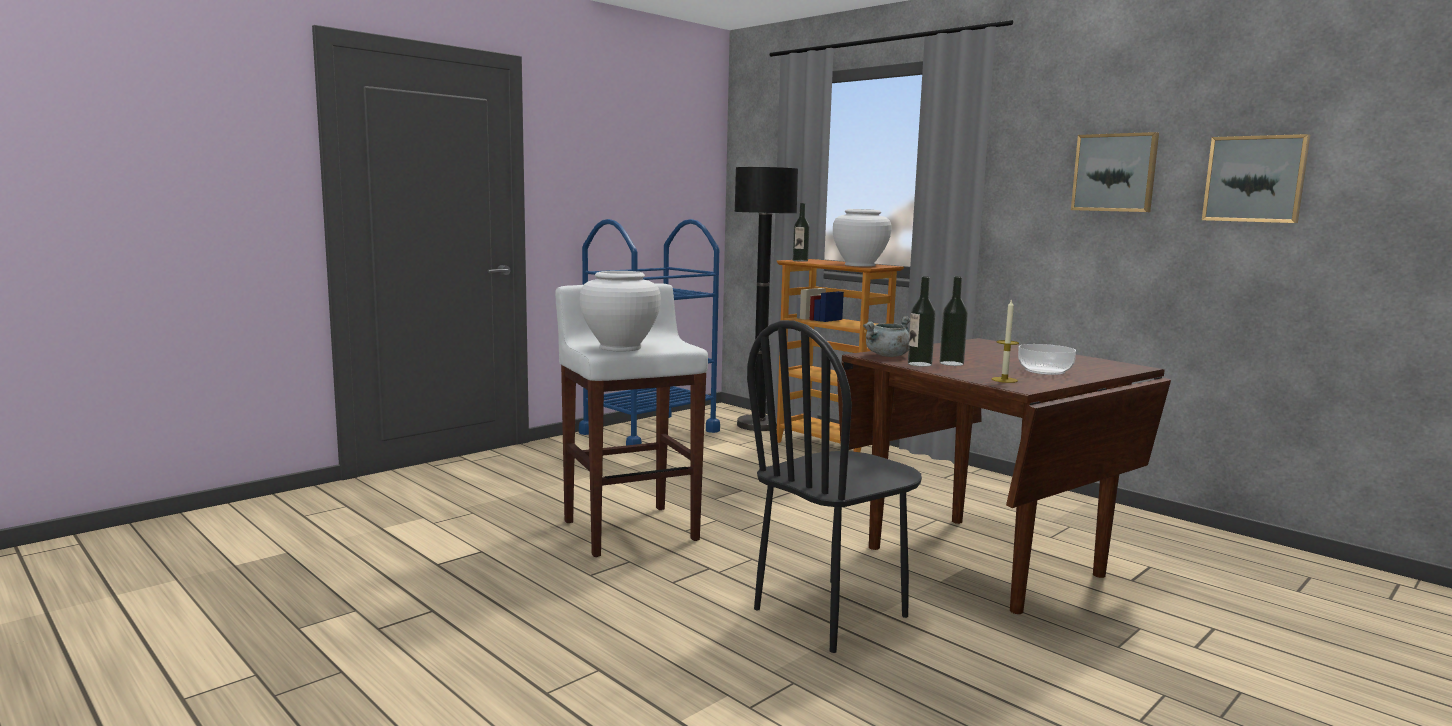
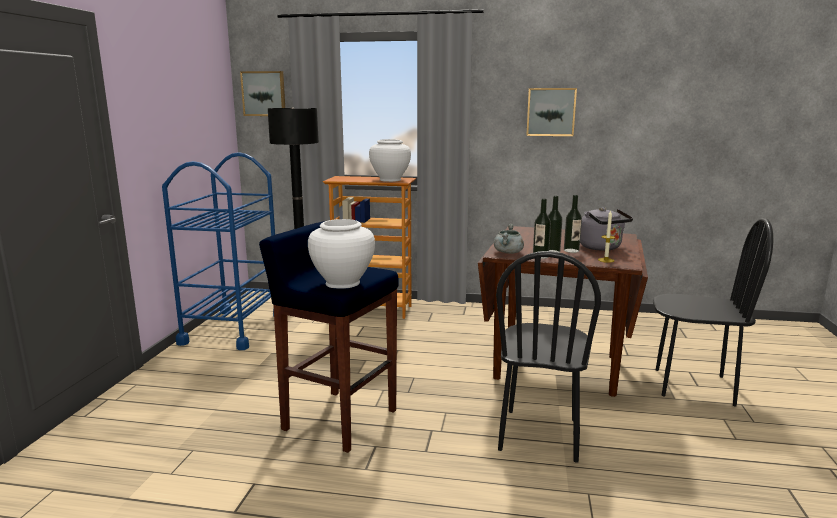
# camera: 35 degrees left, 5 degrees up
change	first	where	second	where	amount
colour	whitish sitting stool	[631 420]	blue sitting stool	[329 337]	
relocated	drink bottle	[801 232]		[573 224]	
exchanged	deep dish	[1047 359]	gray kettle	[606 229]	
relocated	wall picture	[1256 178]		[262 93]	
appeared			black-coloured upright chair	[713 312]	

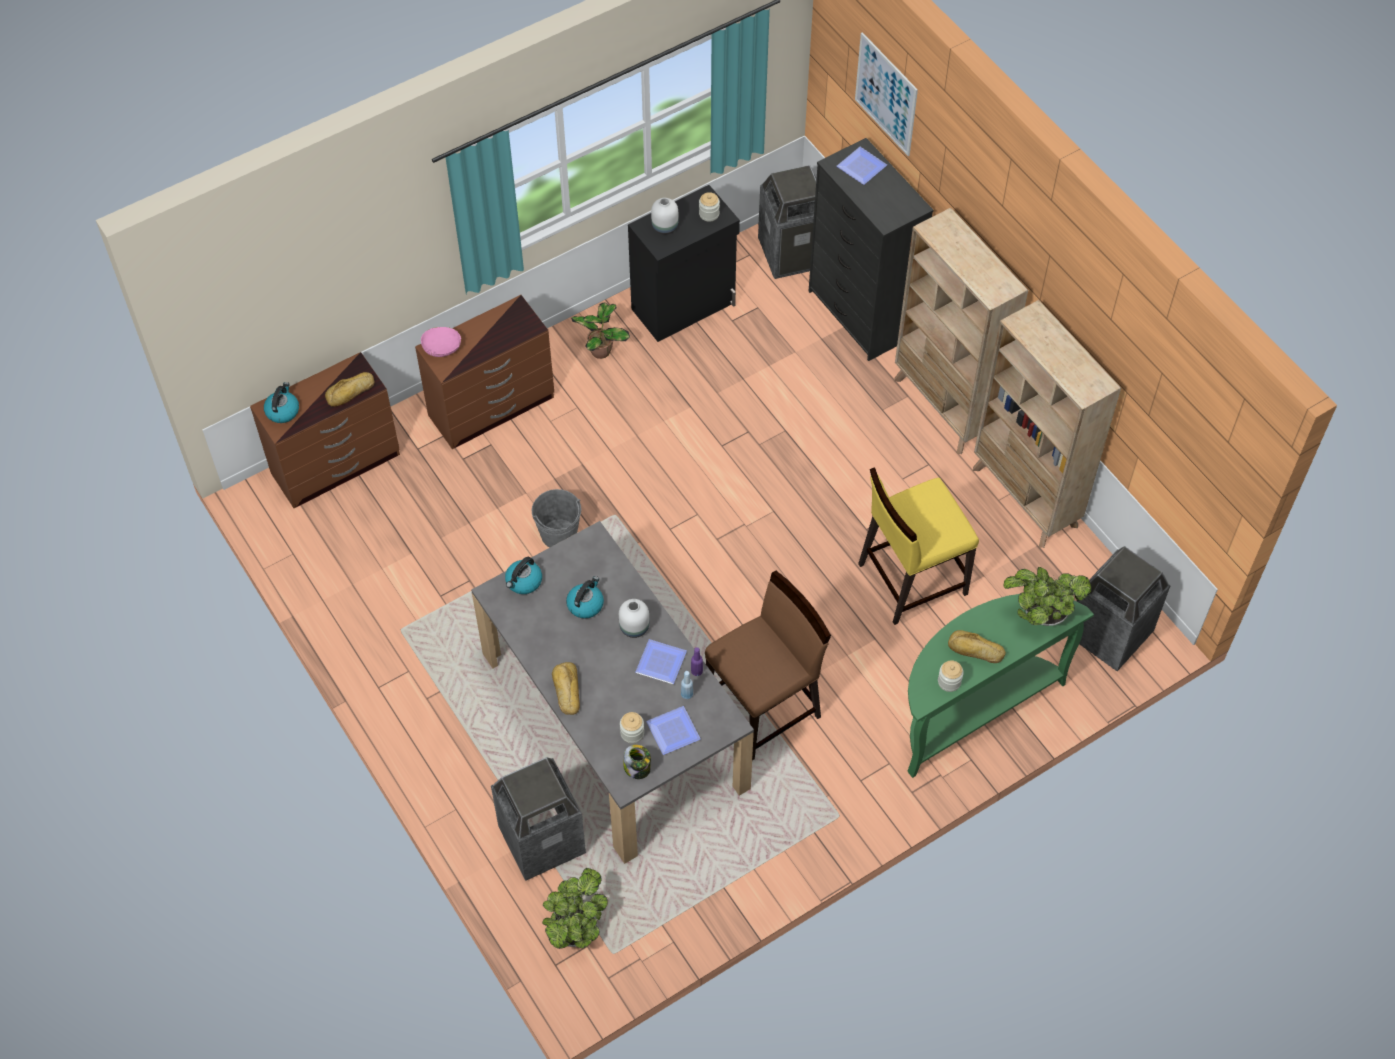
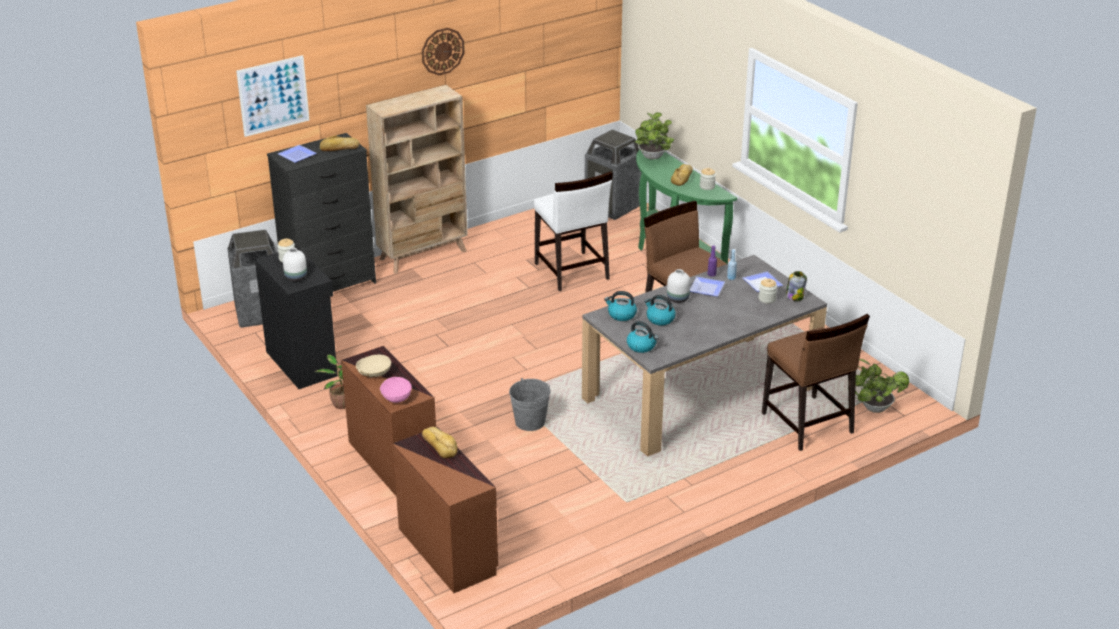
# camera: 90 degrees left, 25 degrees down
change	first	where	second	where	amount
relocated	kettle	[281 402]		[620 306]	
exchanged	rubbish bin	[538 819]	brown-coloured upright chair	[816 382]	
relocated	baked bread	[566 688]		[340 143]	
colour	yellow-coloured upright chair	[918 546]	whitish upright chair	[573 231]	
missing	beige shelving unit	[1047 424]			
appeared			beige deep dish	[373 366]	
appeared			hanging clock	[443 51]	

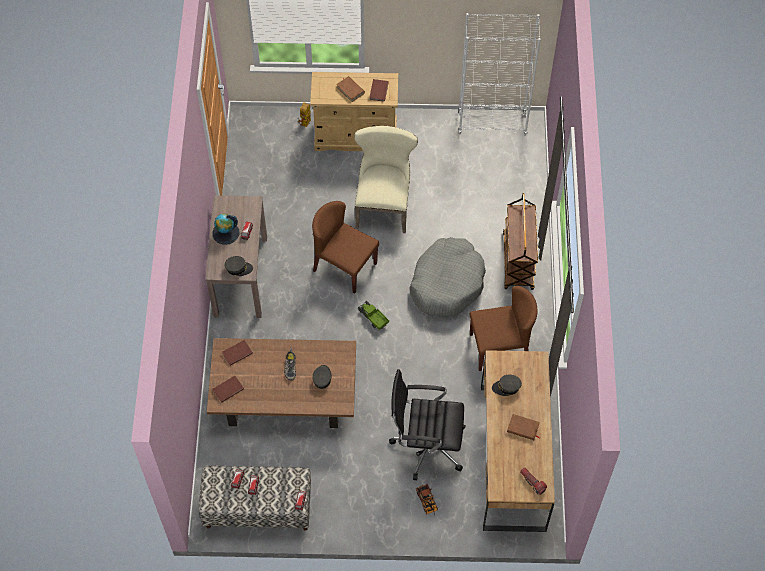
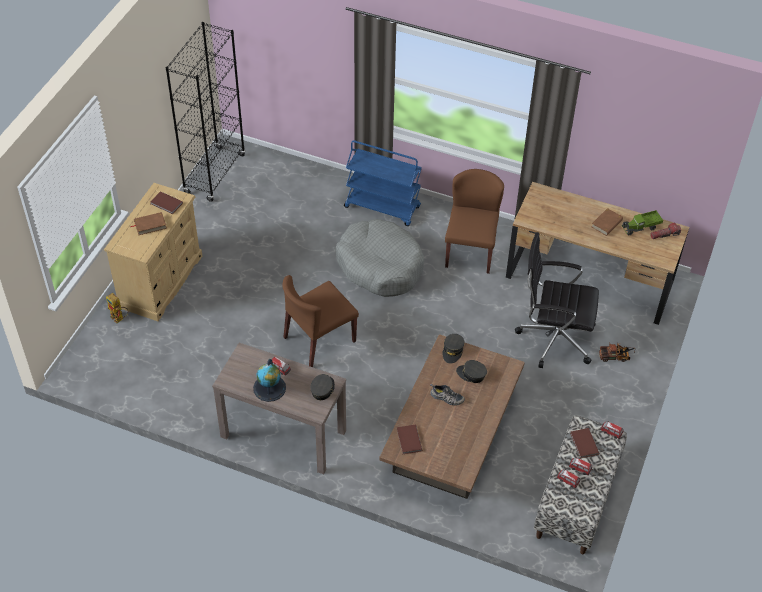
# camera: 70 degrees left, 10 degrees down
change	first	where	second	where	amount
relocated	brown-coloured volume	[228 389]		[585 443]	
missing	beige upright chair	[386 179]			
relocated	toy lorry	[373 315]		[642 222]	
spun	black-coloured computer chair	[427 424]		[557 300]	75 degrees clockwise
colour	whitish shelving unit	[499 74]	black-coloured shelving unit	[206 112]	
relocated	gray baseball cap	[507 385]		[454 349]	
colour	brown-coloured cart	[520 241]	blue cart	[383 183]	

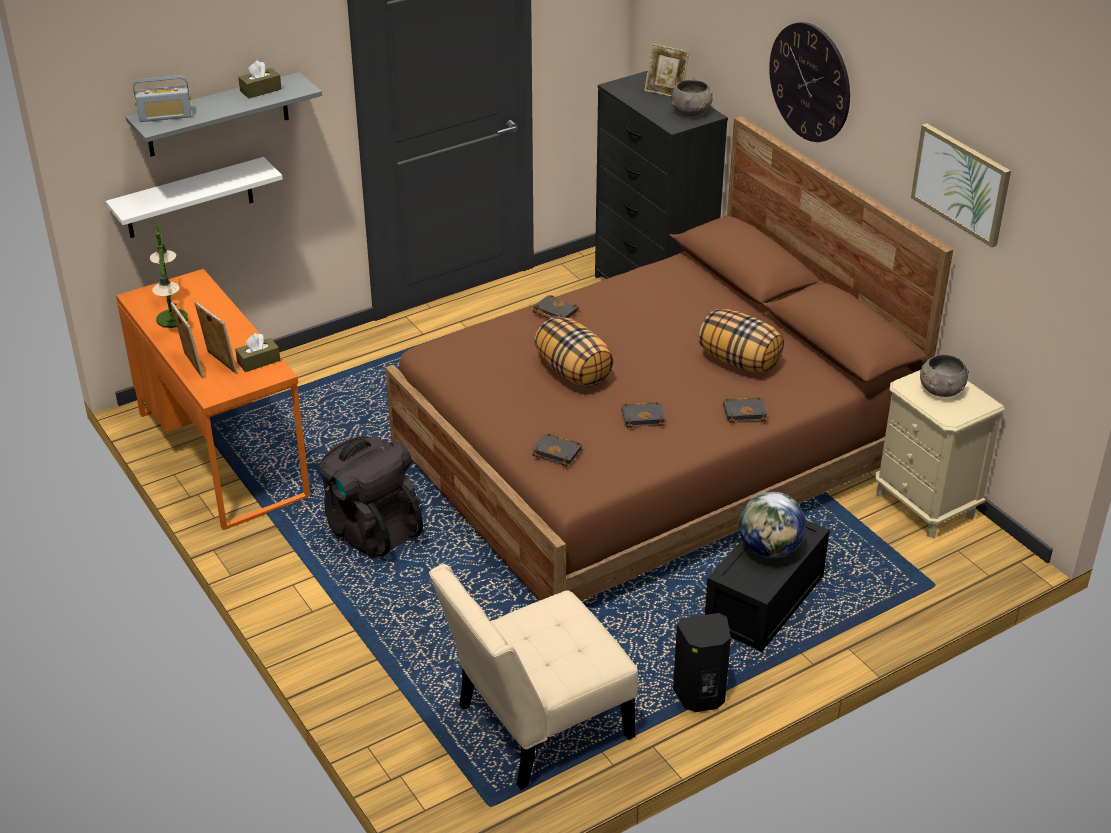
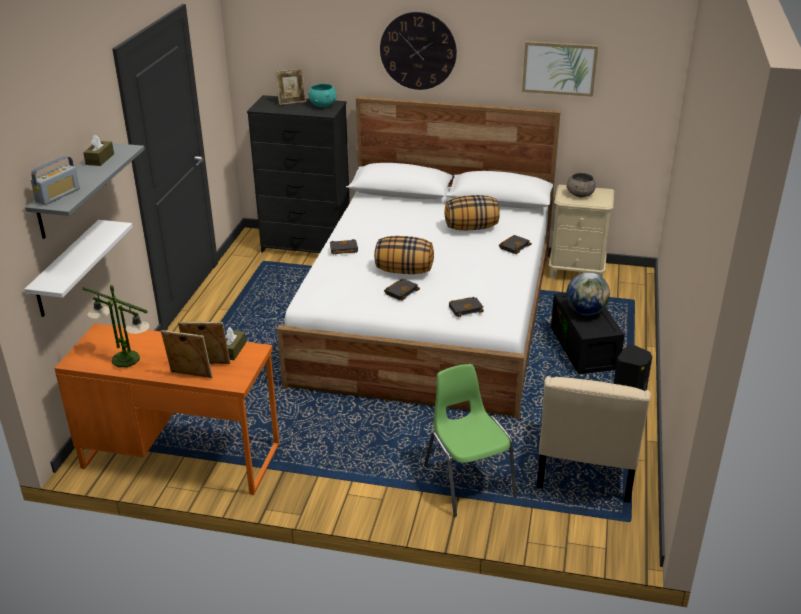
# camera: 45 degrees left, 5 degrees down
change	first	where	second	where	amount
missing	black-coloured rucksack	[371 497]			
colour	brown-coloured bed	[669 358]	whitish bed	[419 257]	
relocated	black-coloured volume	[643 415]		[402 290]	
colour	gray deep dish	[692 98]	blue-green deep dish	[322 95]	
appeared			green-coloured upright chair	[470 440]	

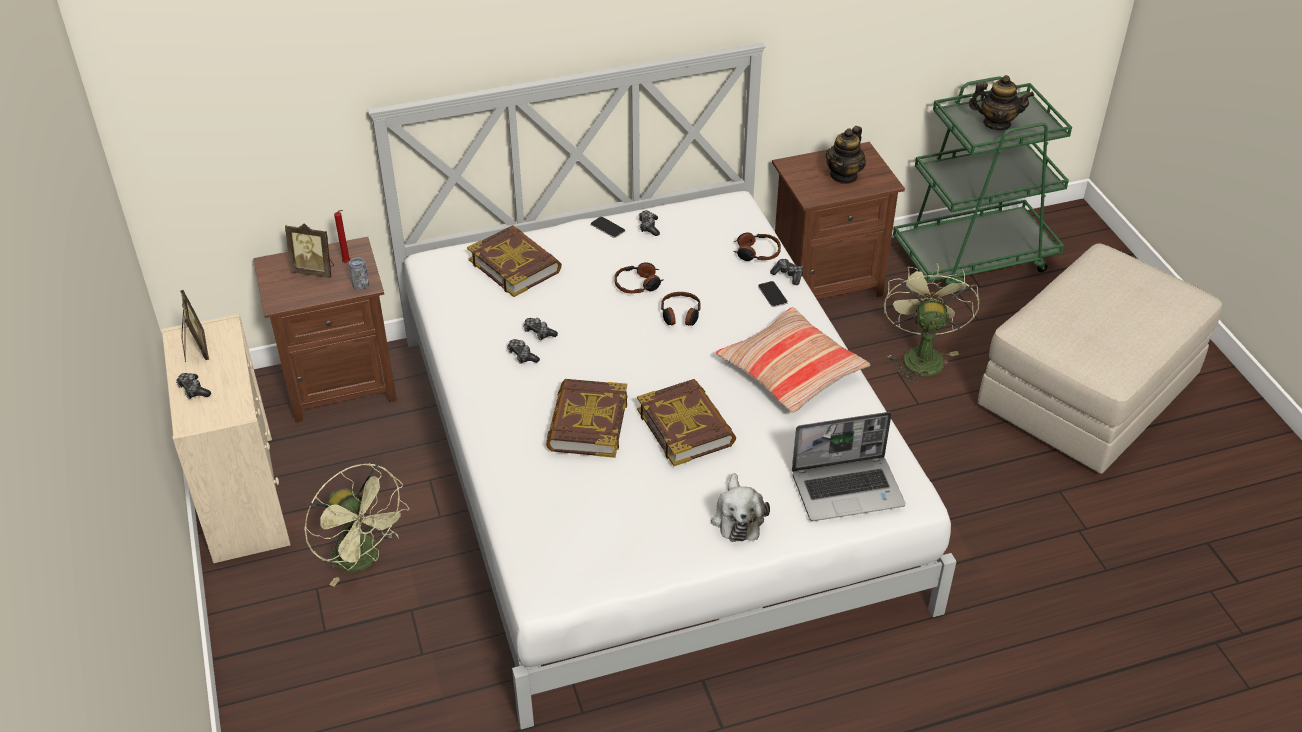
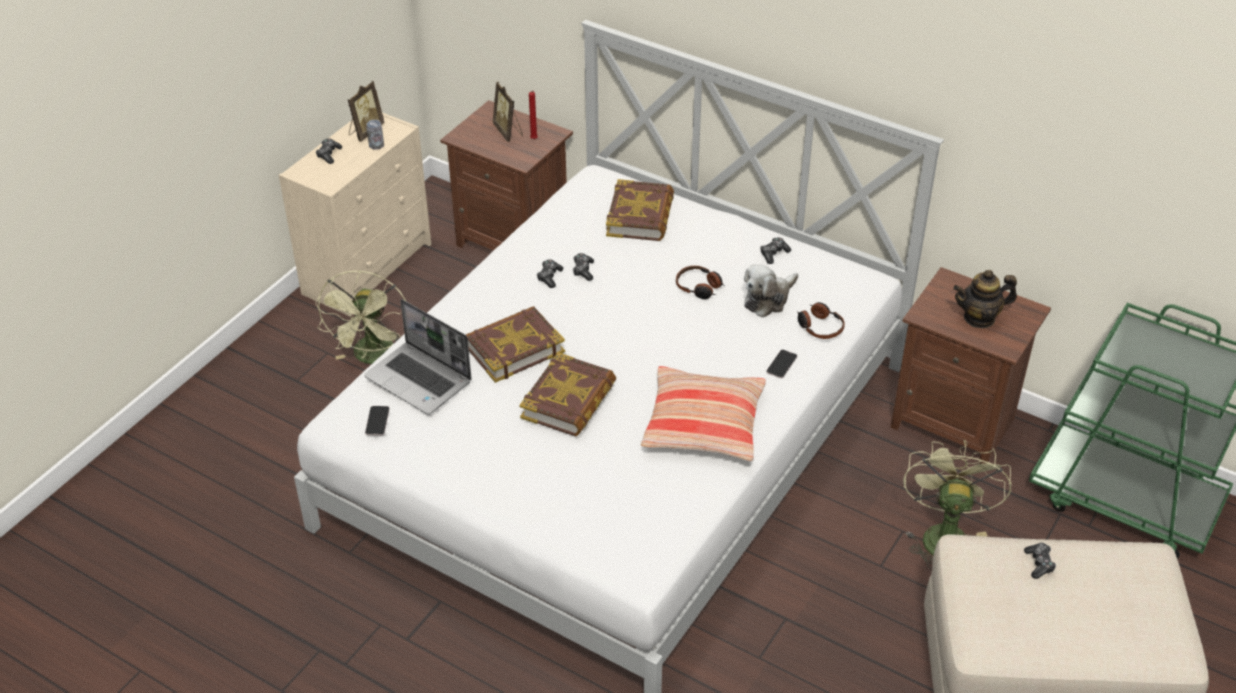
# camera: 50 degrees right, 0 degrees up
change	first	where	second	where	amount
relocated	metal can	[359 273]		[375 135]	
relocated	handset	[608 227]		[377 421]	
missing	headphones	[681 309]			
relocated	soft toy	[740 507]		[771 290]	
relocated	joypad	[787 272]		[1040 561]	
relocated	laptop	[848 466]		[418 357]	
spun	green-coloured cooling fan	[931 323]		[957 504]	45 degrees counterclockwise
missing	tea pot	[1001 102]			

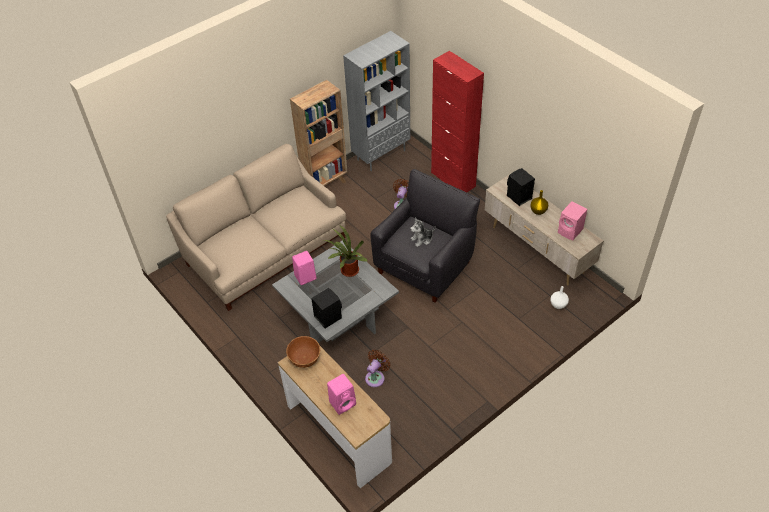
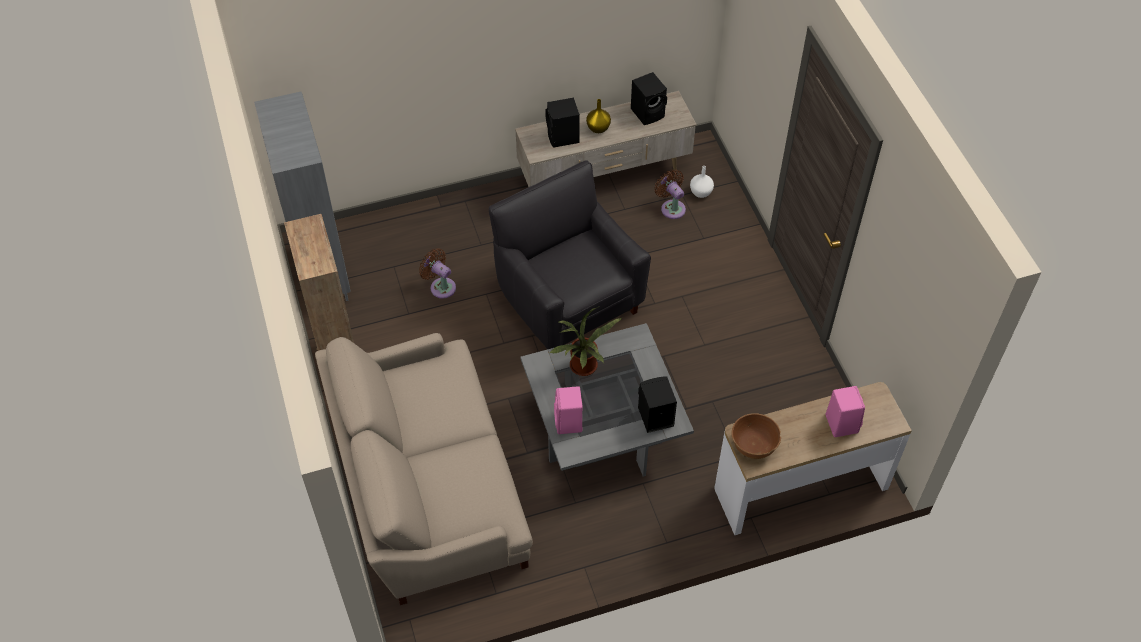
# camera: 70 degrees left, 5 degrees up
change	first	where	second	where	amount
relocated	brown-coloured cooling fan	[378 368]		[670 194]	
missing	soft toy	[422 232]			
missing	reddish cupboard	[457 121]			
colour	pinkish loudspeaker	[572 220]	black-coloured loudspeaker	[649 98]	

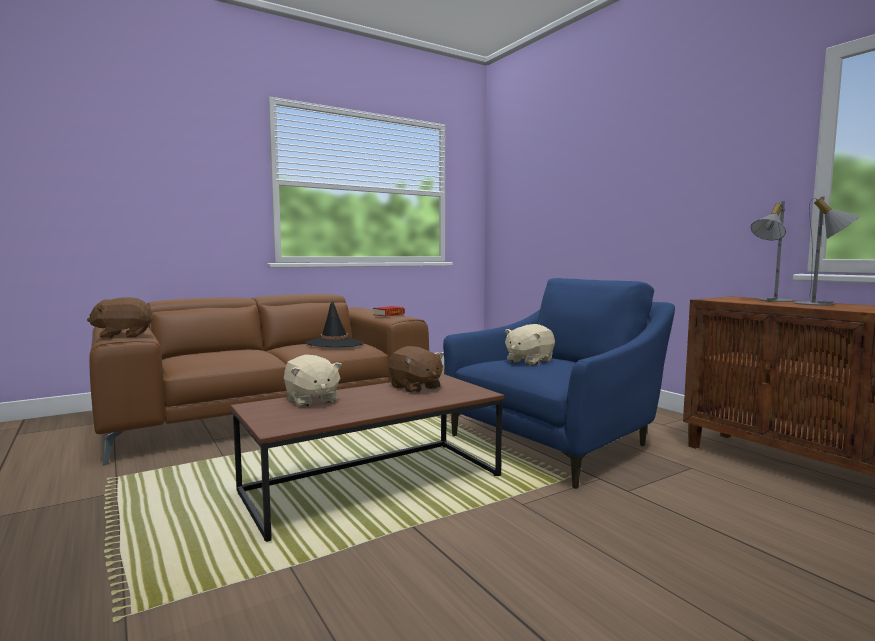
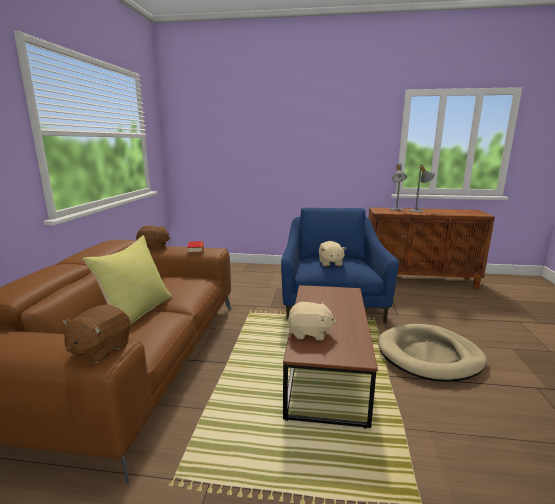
# camera: 50 degrees left, 10 degrees up
change	first	where	second	where	amount
missing	black-coloured clothing hat	[334 324]			
relocated	brown-coloured soft toy	[416 369]		[153 237]	
appeared			yellow-coloured pillow	[127 279]	
appeared			beige dog bed	[432 353]	

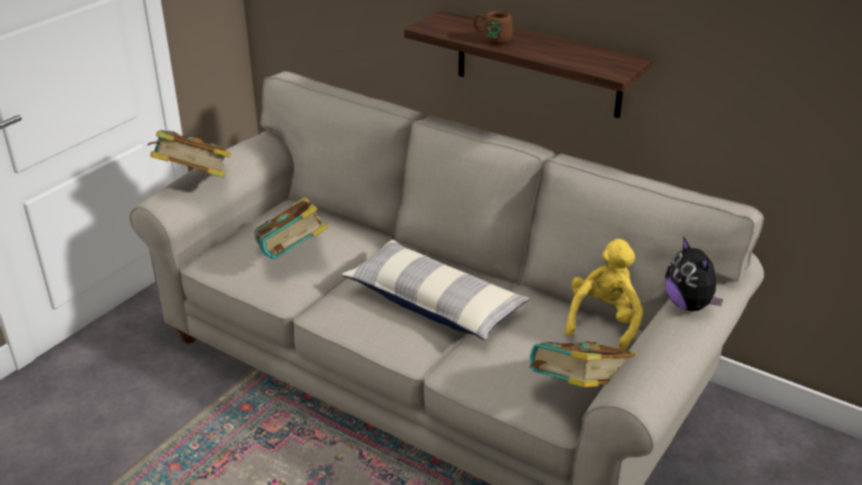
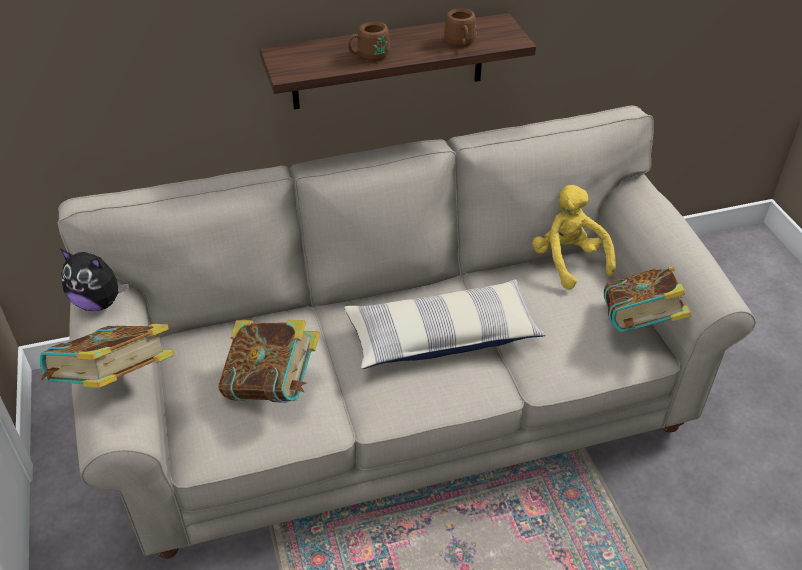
# camera: 50 degrees left, 10 degrees up
change	first	where	second	where	amount
relocated	soft toy	[694 273]		[95 280]	
appeared			brown-coloured mug	[460 27]	

